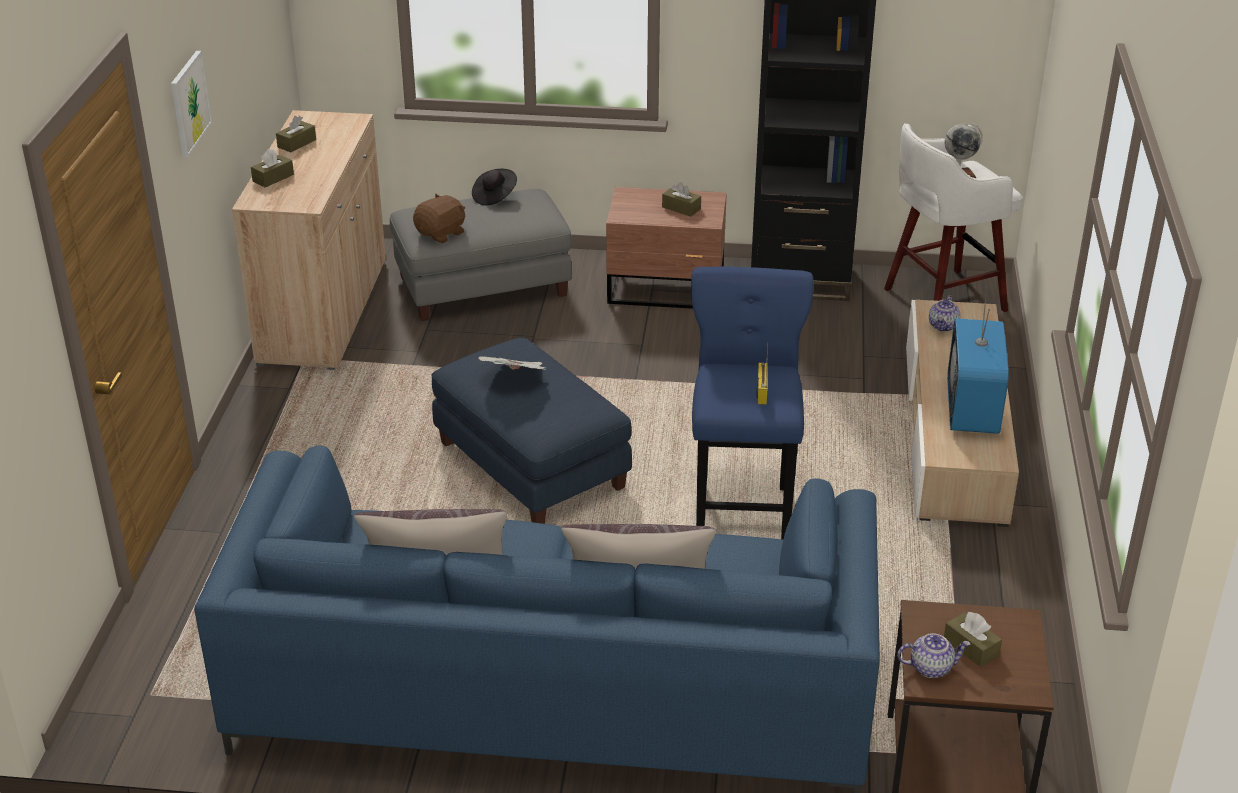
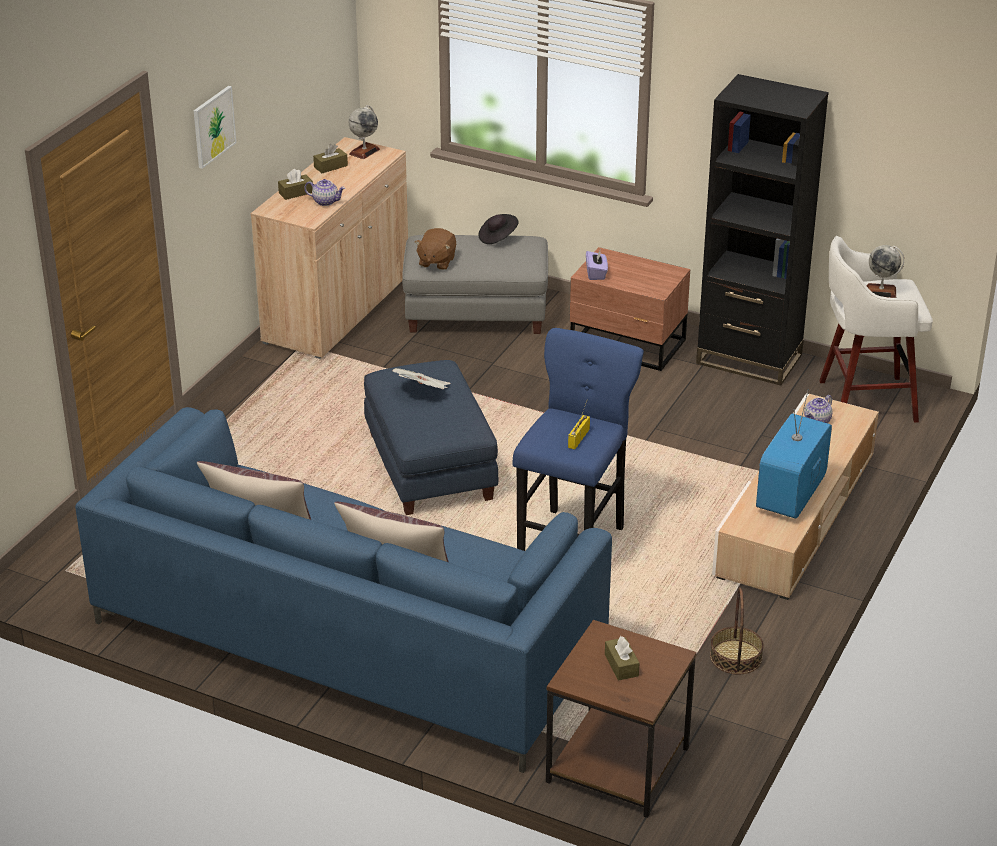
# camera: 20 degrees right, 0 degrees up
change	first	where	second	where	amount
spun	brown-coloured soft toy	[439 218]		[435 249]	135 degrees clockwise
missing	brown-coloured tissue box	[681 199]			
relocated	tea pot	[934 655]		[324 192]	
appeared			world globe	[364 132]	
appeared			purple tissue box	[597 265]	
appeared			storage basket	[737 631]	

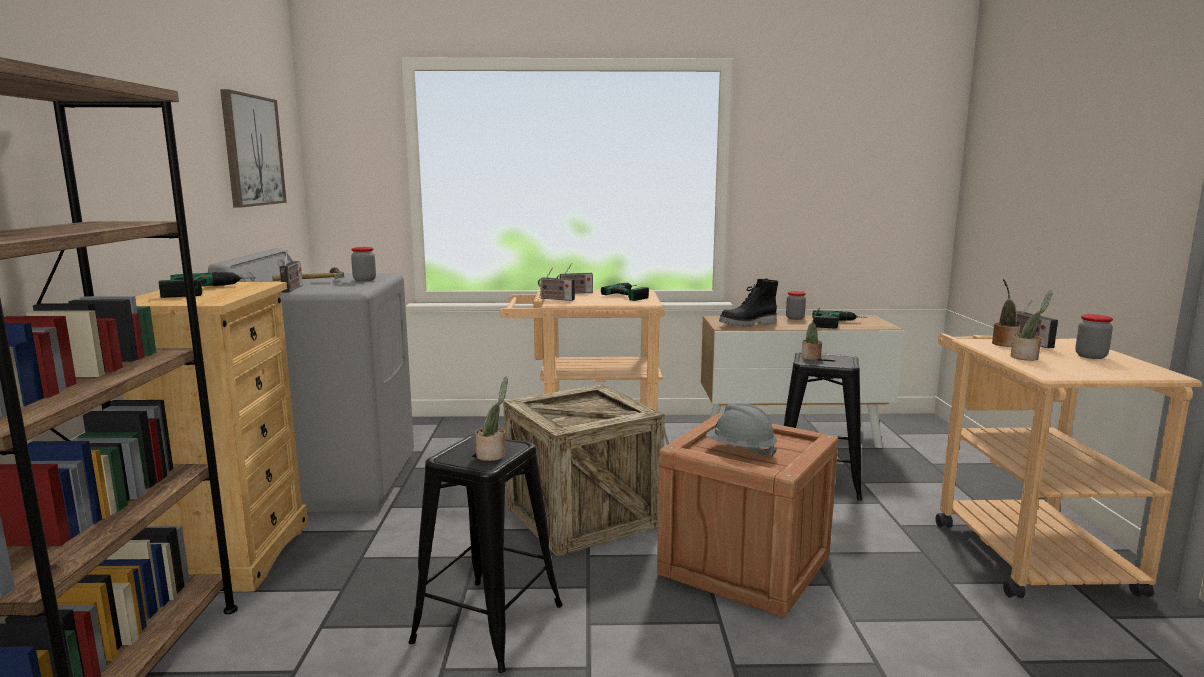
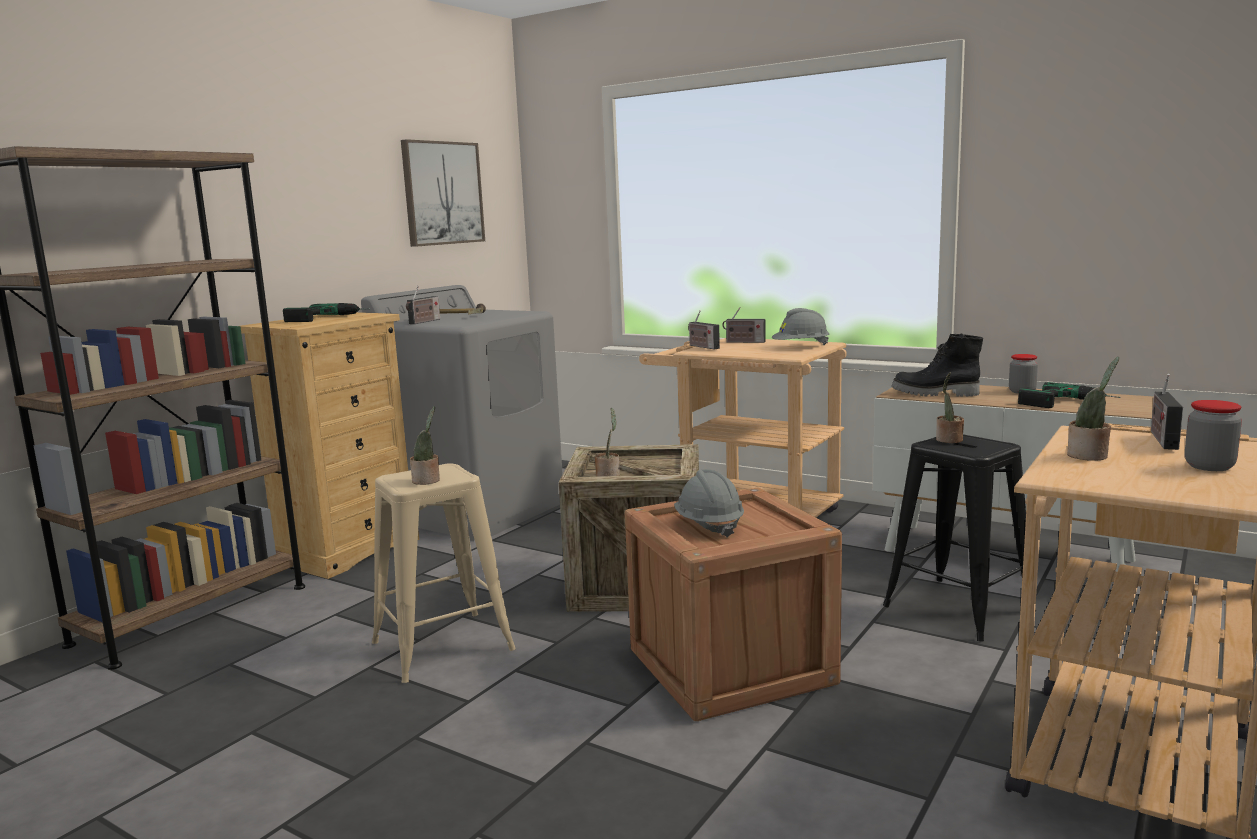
# camera: 35 degrees right, 0 degrees up
change	first	where	second	where	amount
missing	jar	[363 264]			
colour	black-coloured sitting stool	[485 553]	beige sitting stool	[444 573]	
exchanged	drill	[625 292]	gray work helmet	[800 326]	
relocated	houseplant	[1006 313]		[607 442]	

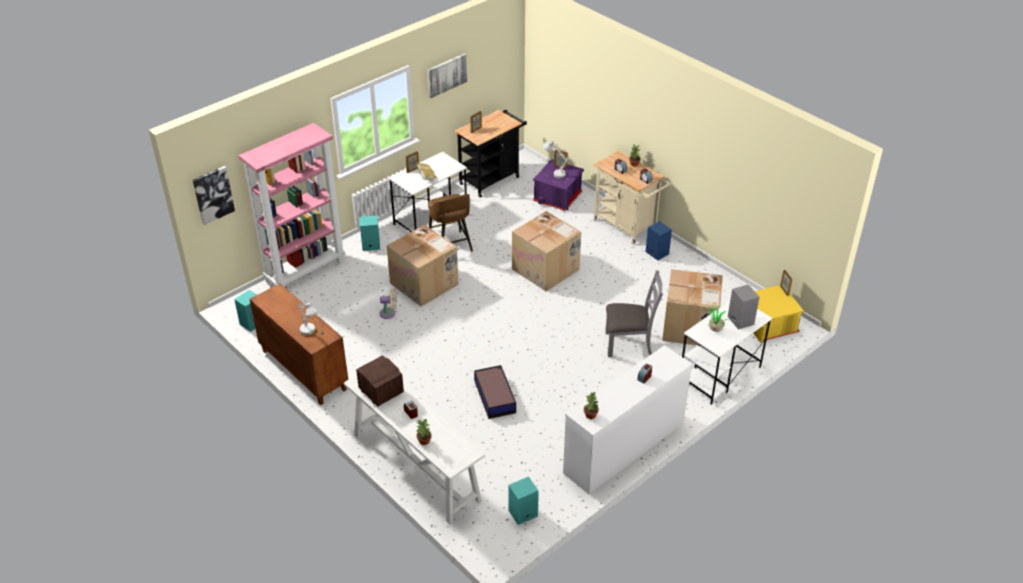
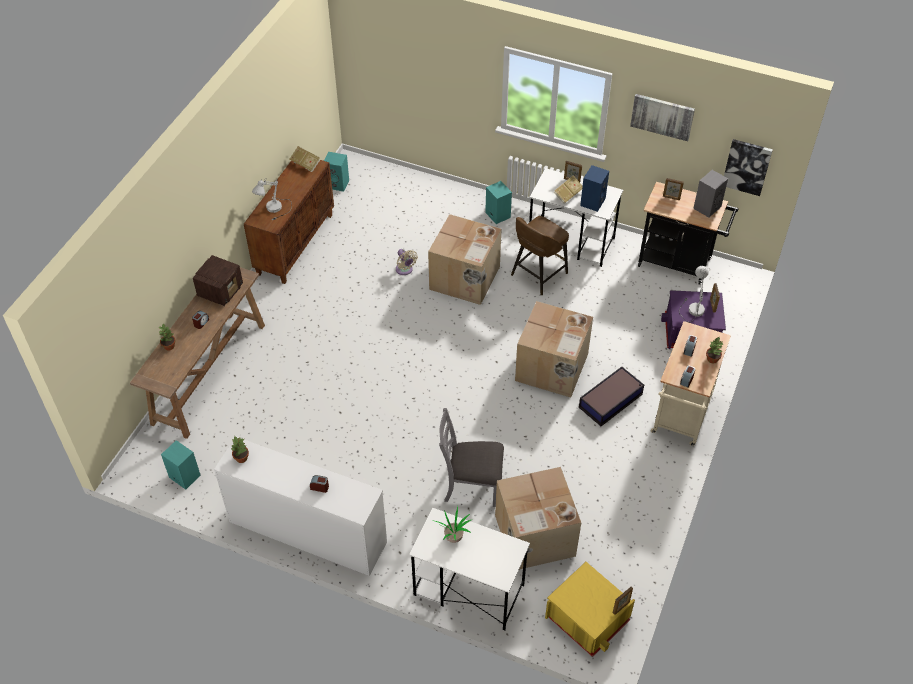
# camera: 65 degrees right, 10 degrees up
change	first	where	second	where	amount
relocated	wall picture	[214 195]		[748 167]	
missing	pinkish shelving unit	[292 205]			
colour	whitish hall table	[414 450]	brown-coloured hall table	[197 353]	
relocated	storage bin	[495 392]		[611 396]	
spun	gray upright chair	[634 313]		[471 457]	120 degrees clockwise
relocated	blue loudspeaker	[659 240]		[594 188]	
relocated	gray loudspeaker	[743 307]		[710 193]	
appeared			volume	[304 159]	

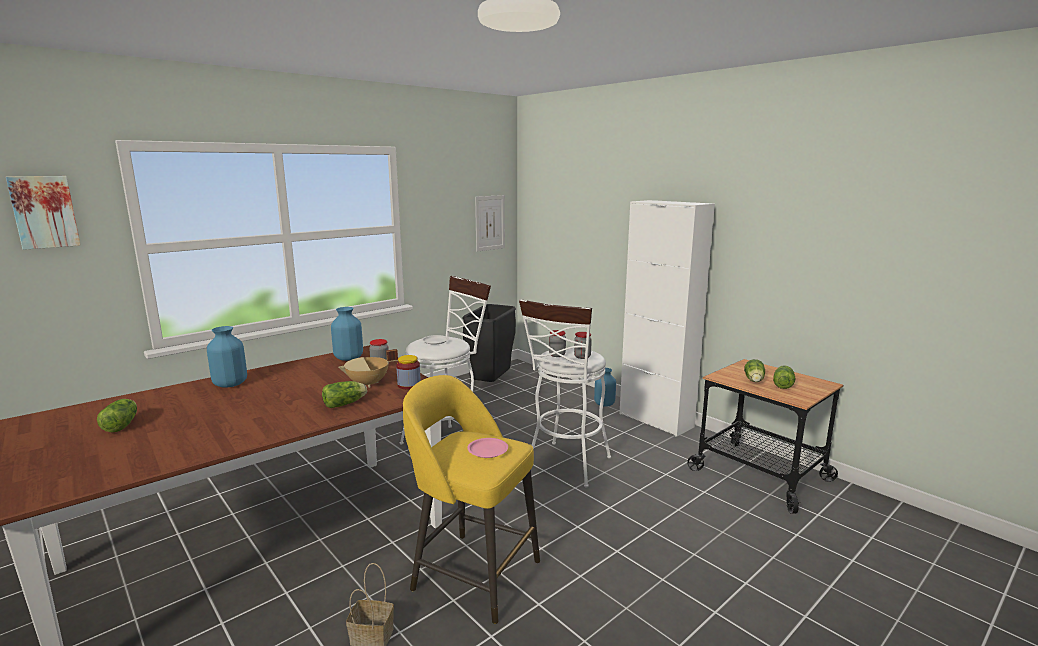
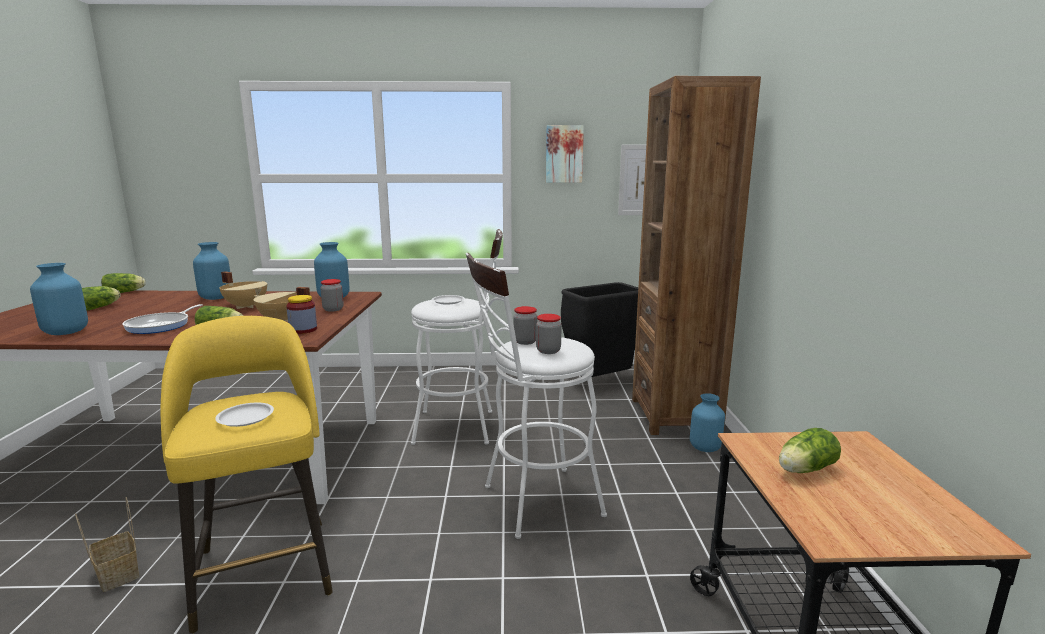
# camera: 40 degrees right, 0 degrees up
change	first	where	second	where	amount
relocated	wall picture	[43 213]		[565 154]	
colour	pinkish dinner plate	[487 448]	whitish dinner plate	[244 415]	
missing	whitish cupboard	[667 318]			
relocated	lettuce	[784 377]		[123 283]	
appeared			blue vase	[59 299]	
appeared			skillet	[163 319]	
appeared			beige saucepot	[243 290]	
appeared			brown-coloured shelving unit	[696 255]	

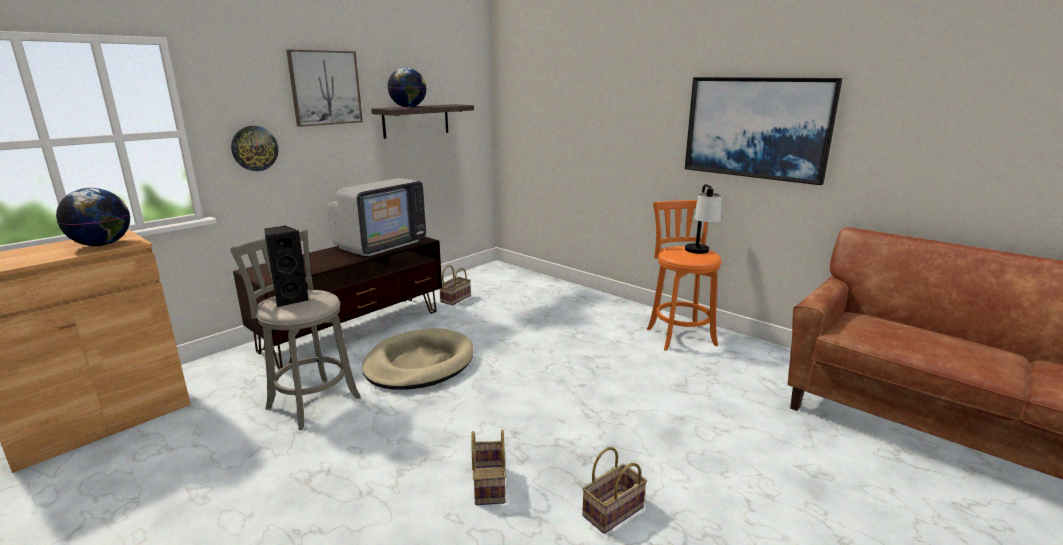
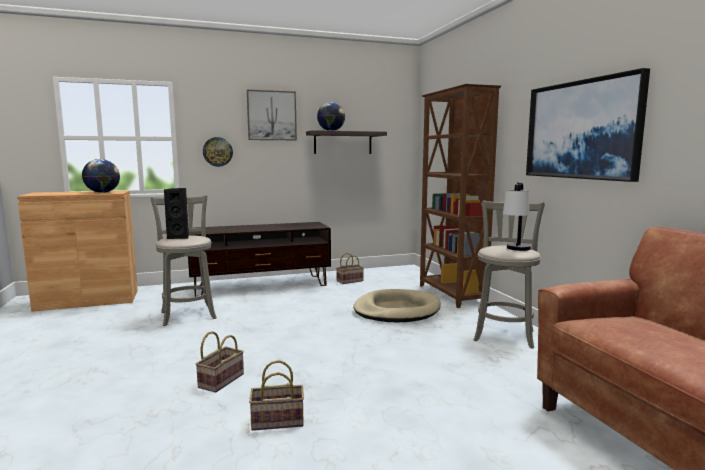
# camera: 30 degrees right, 10 degrees down
change	first	where	second	where	amount
missing	TV set	[377 217]			
relocated	beige dog bed	[418 359]		[397 305]	
colour	orange sitting stool	[684 275]	gray sitting stool	[509 274]	
appeared			brown-coloured shelving unit	[460 196]	

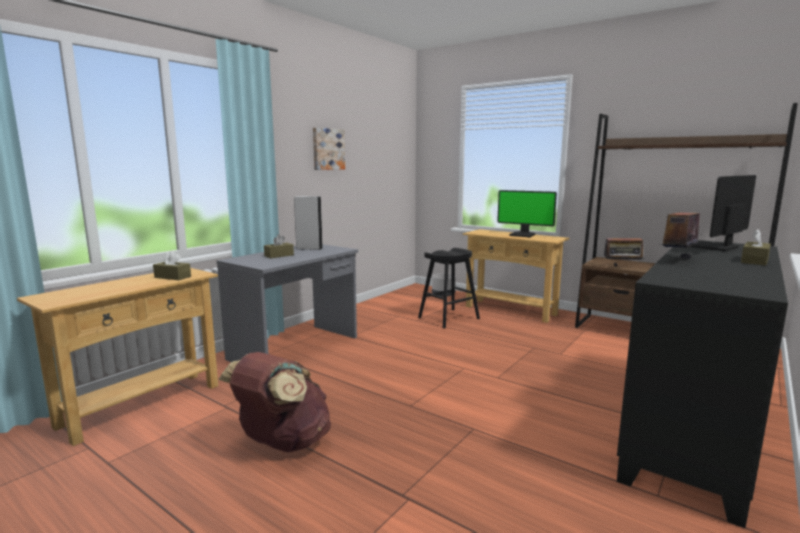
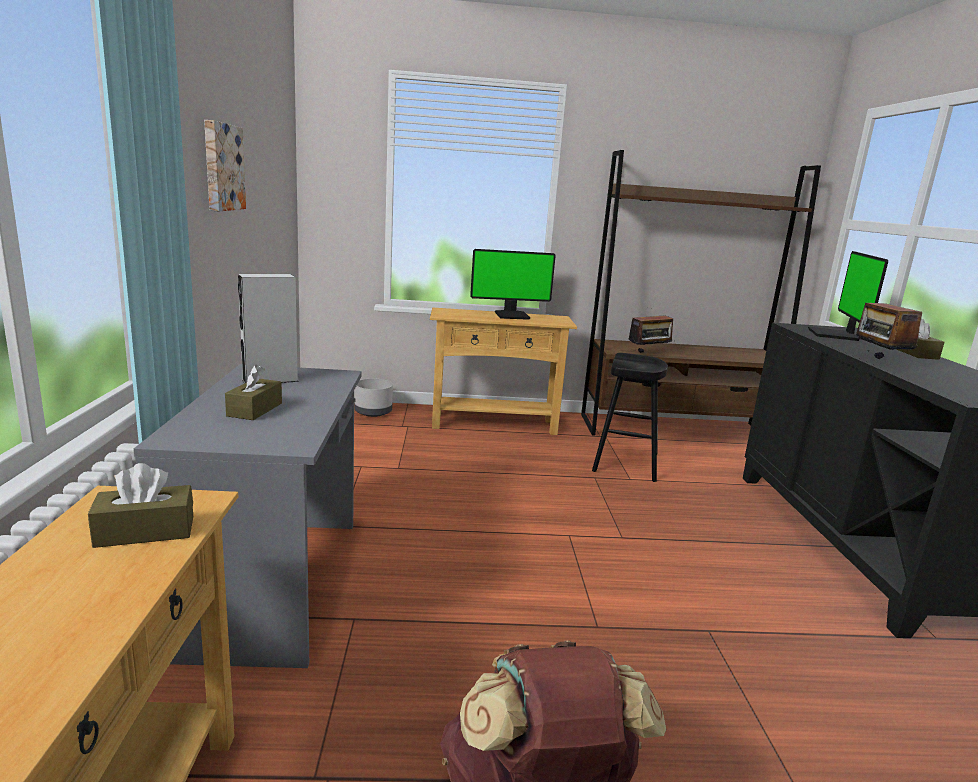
# camera: 40 degrees left, 5 degrees up
change	first	where	second	where	amount
relocated	black-coloured sitting stool	[449 288]		[630 417]	

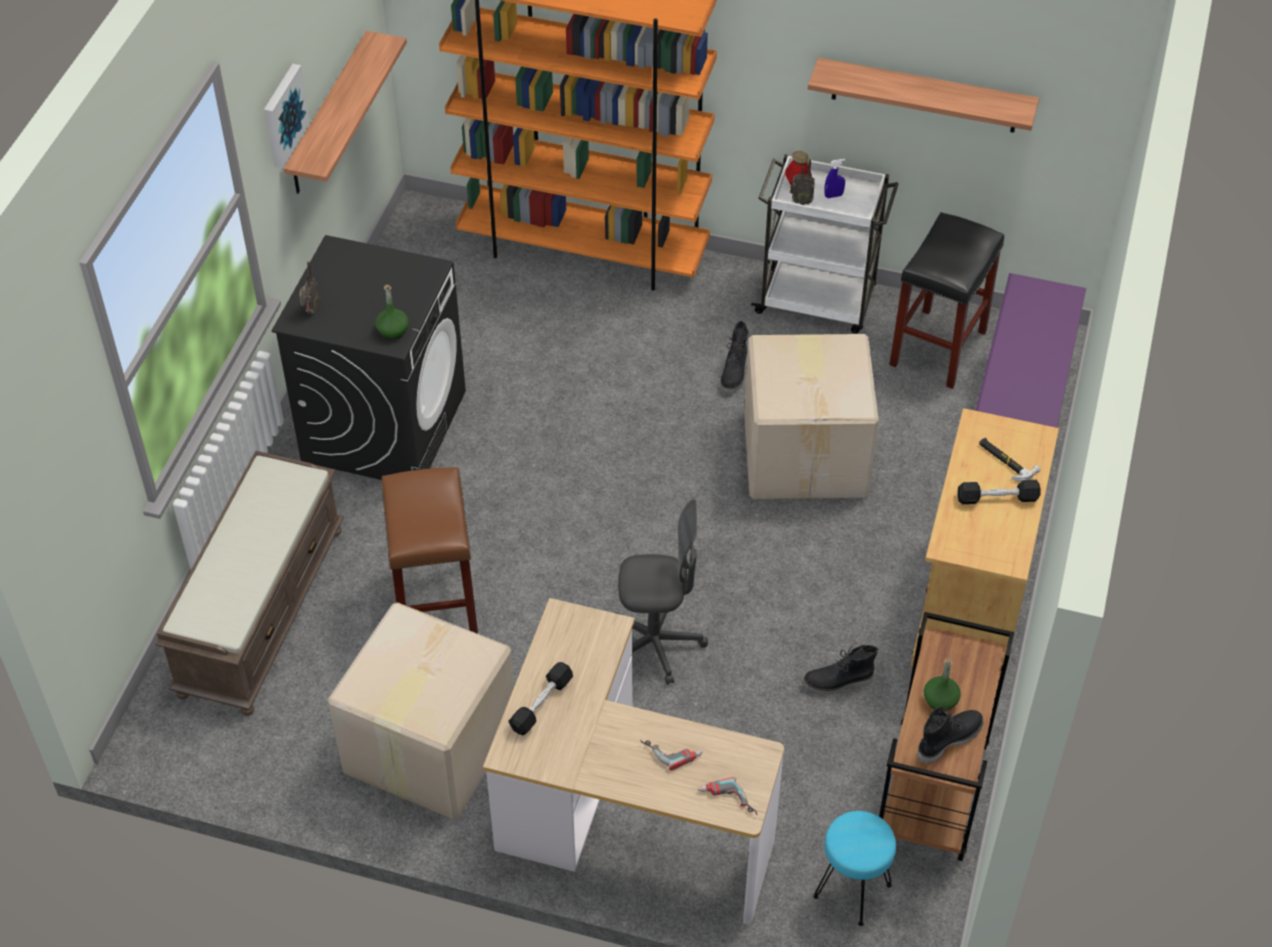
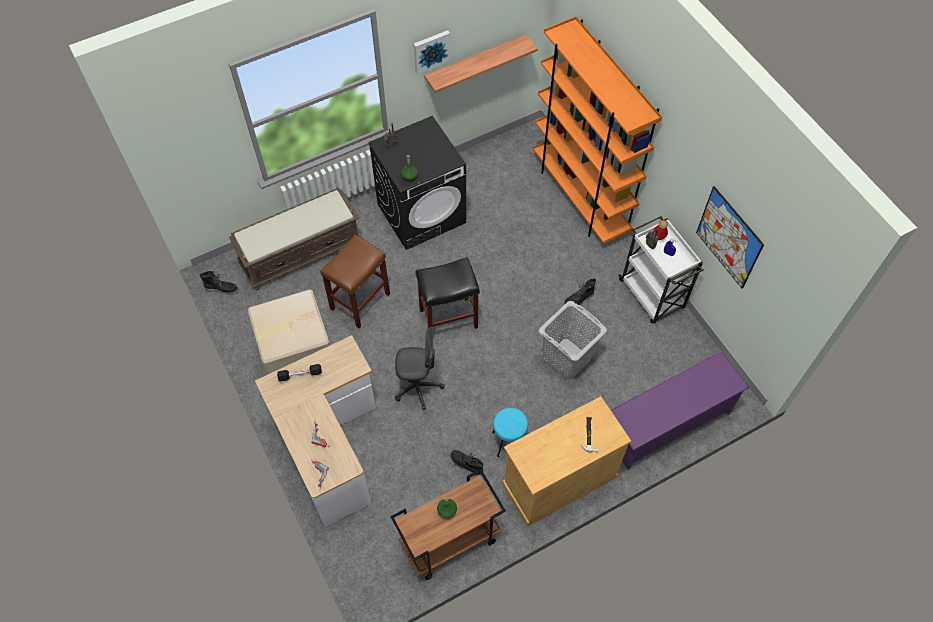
# camera: 45 degrees right, 10 degrees up
change	first	where	second	where	amount
spun	gray computer chair	[661 592]		[419 368]	45 degrees counterclockwise
exchanged	carton	[811 416]	gray washing basket	[573 340]	
exchanged	wall shelf	[923 95]	wall picture	[730 237]	
relocated	blue-green sitting stool	[854 868]		[510 432]	
relocated	black-coloured sitting stool	[947 300]		[447 293]	
relocated	black-coloured boot	[950 735]		[219 283]	
missing	black-coloured free weight	[999 492]			

